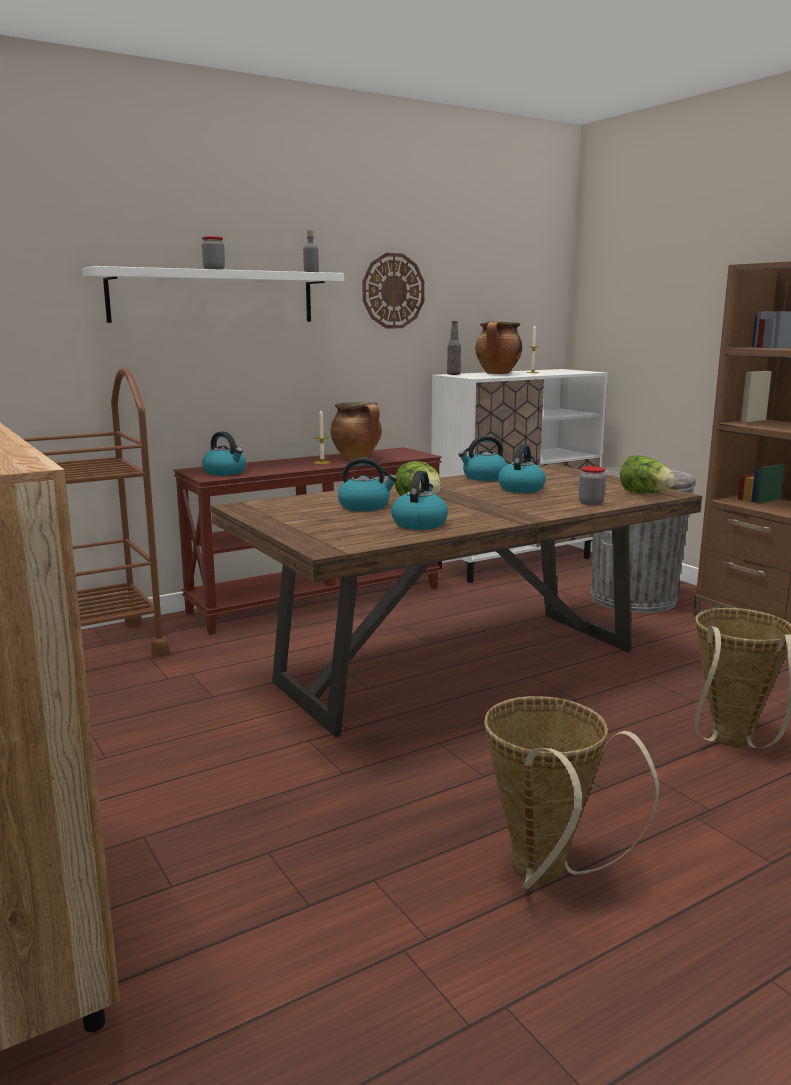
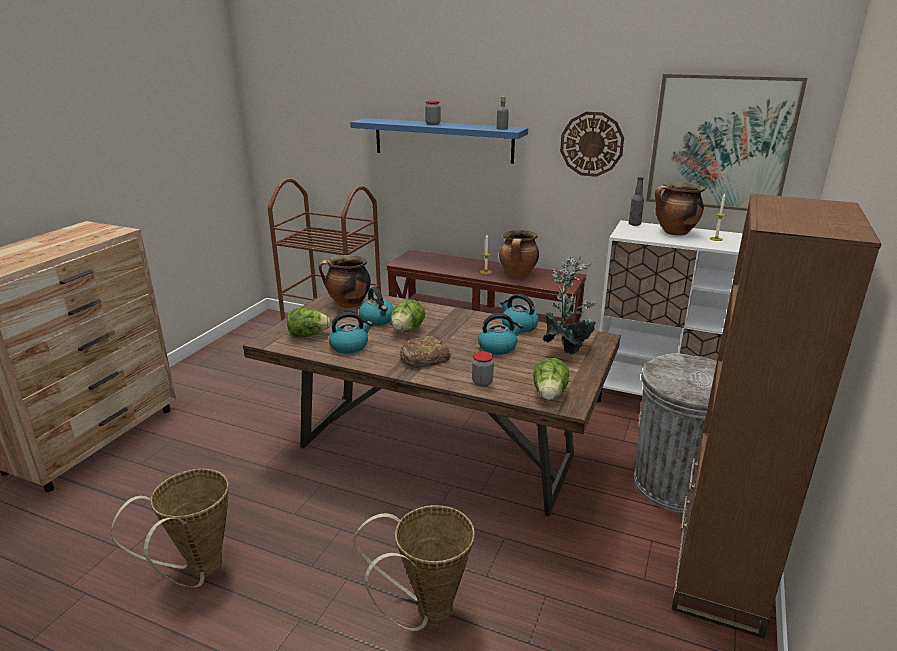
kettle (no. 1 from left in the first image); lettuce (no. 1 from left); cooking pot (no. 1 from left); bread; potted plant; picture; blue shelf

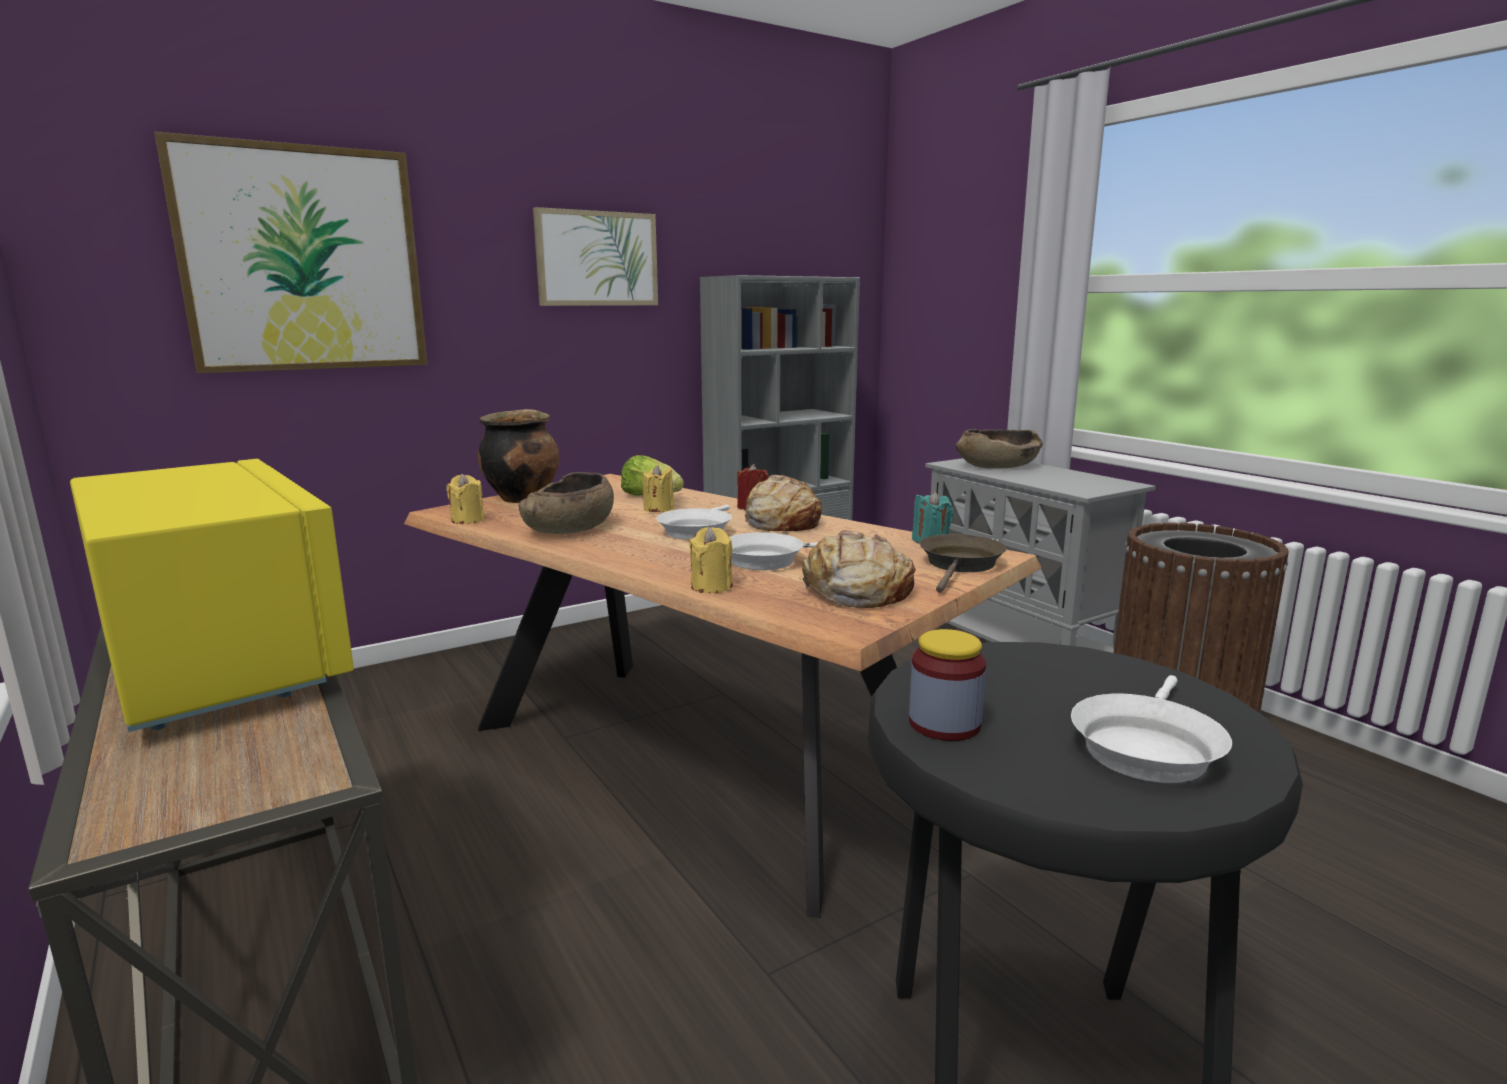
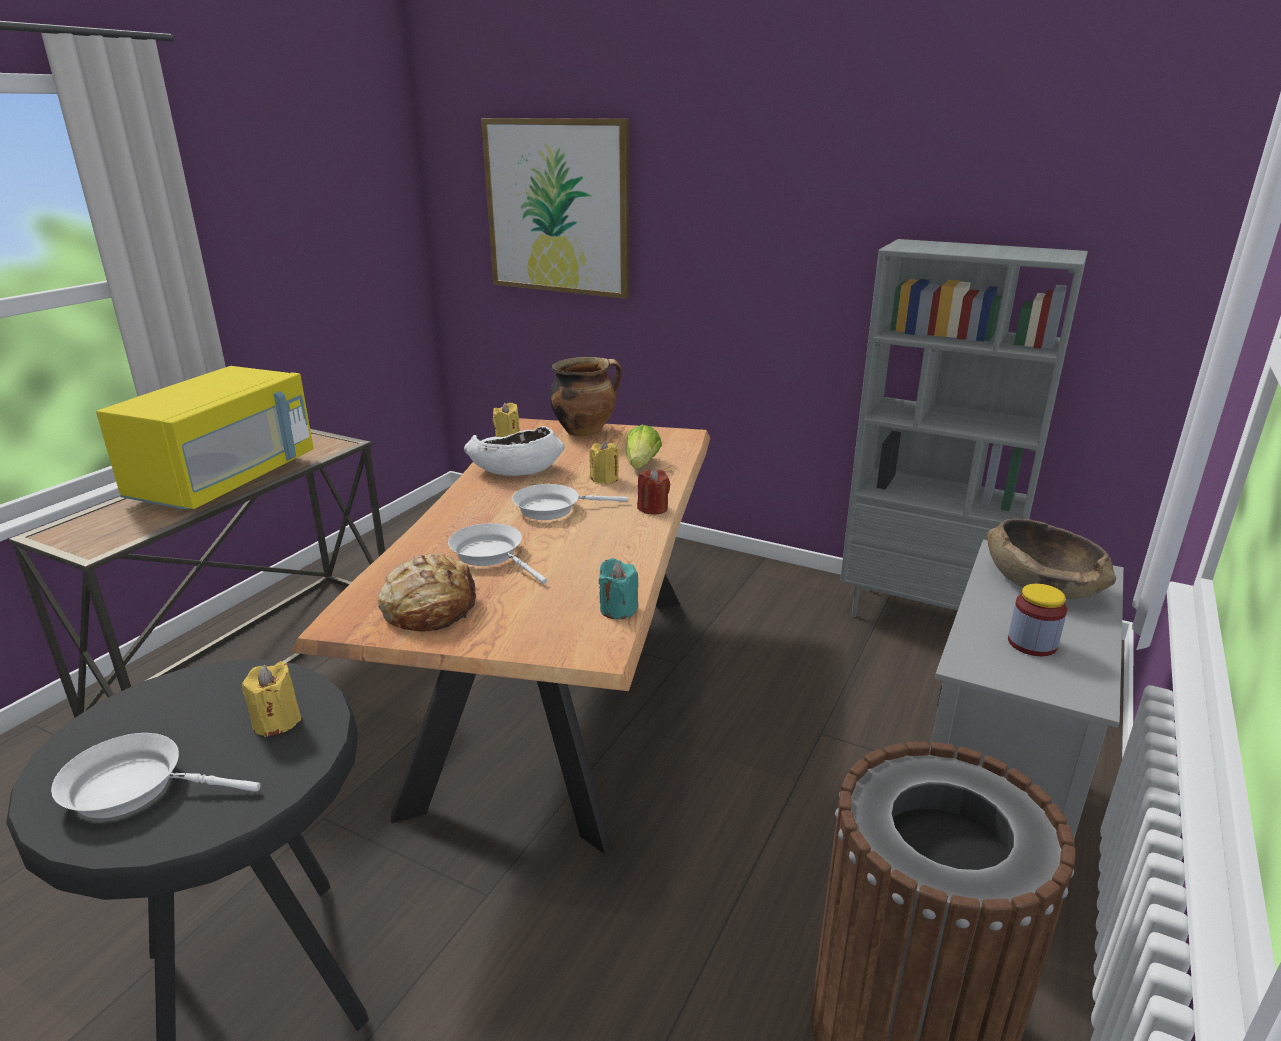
picture (no. 2 from left in the first image); bread (no. 1 from left in the first image); brown frying pan; yellow candle (no. 1 from left); jar; white bowl

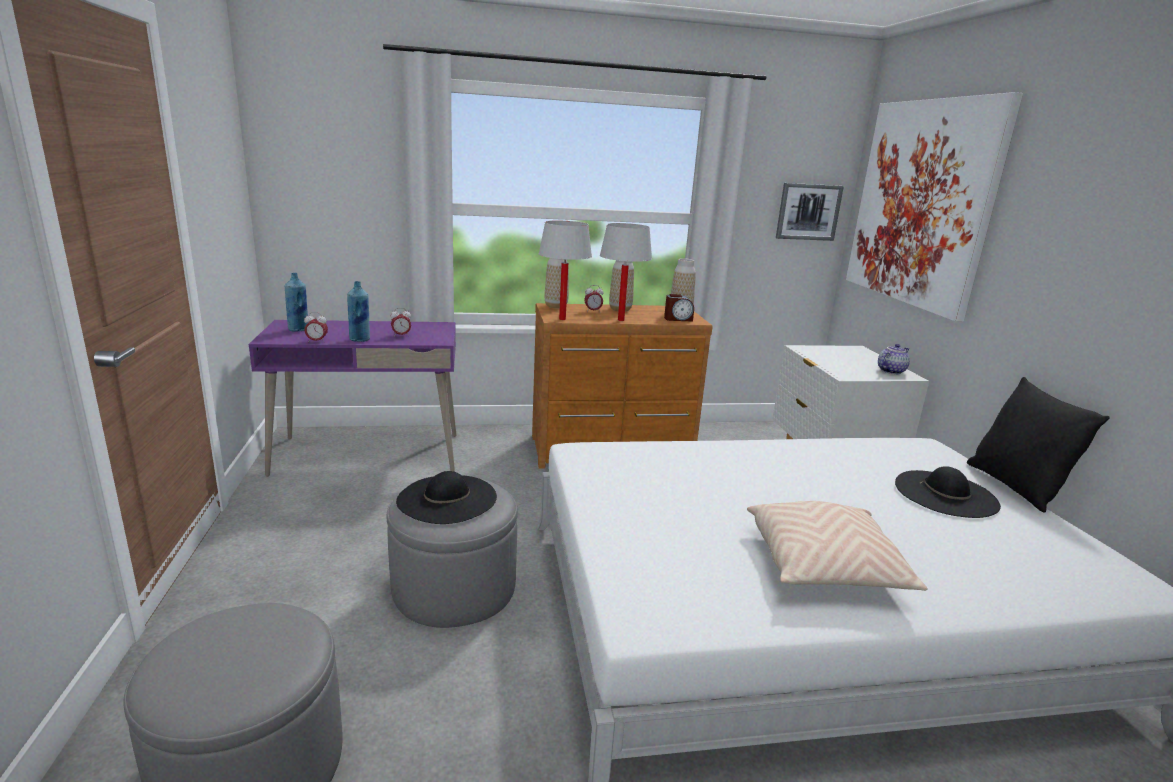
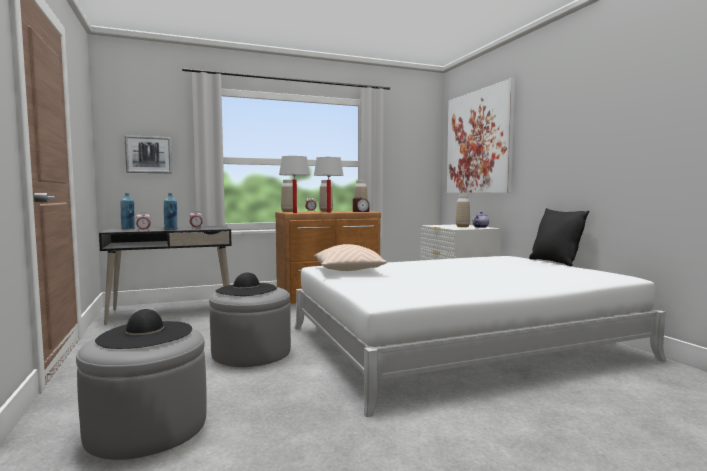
vase (no. 4 from left); beige pillow; picture (no. 1 from left); black hat (no. 1 from left); black desk

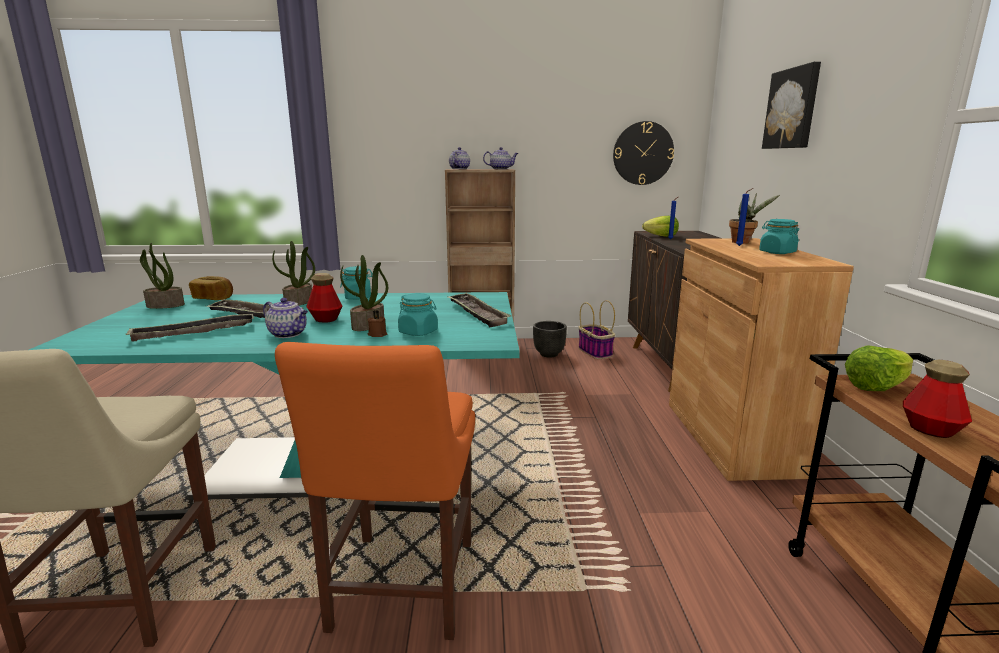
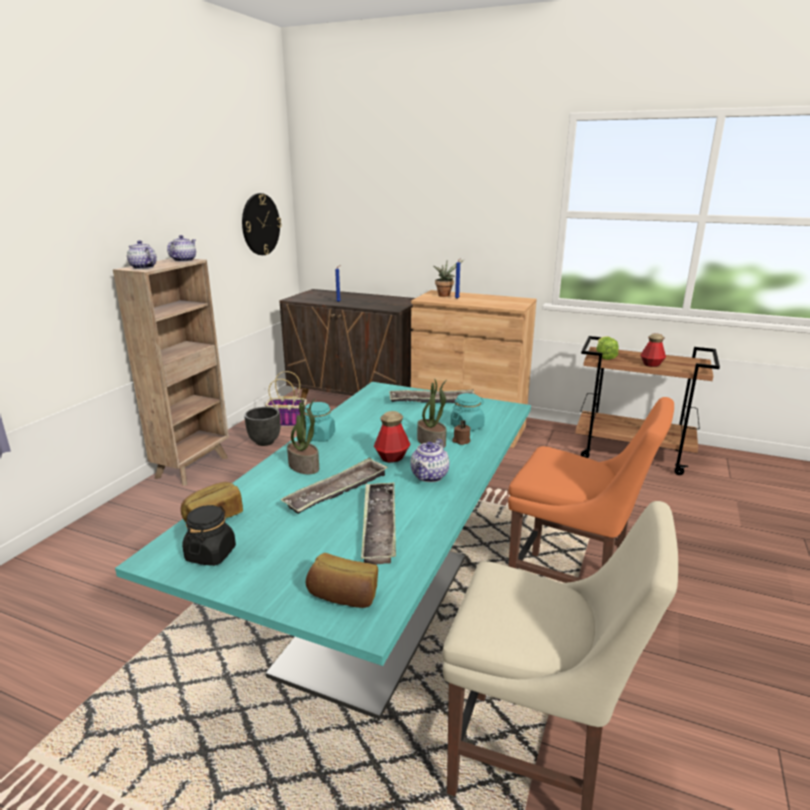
lettuce (no. 1 from left in the first image); turquoise jar (no. 3 from left in the first image); picture; bread (no. 2 from left); black jar; teapot (no. 3 from left)

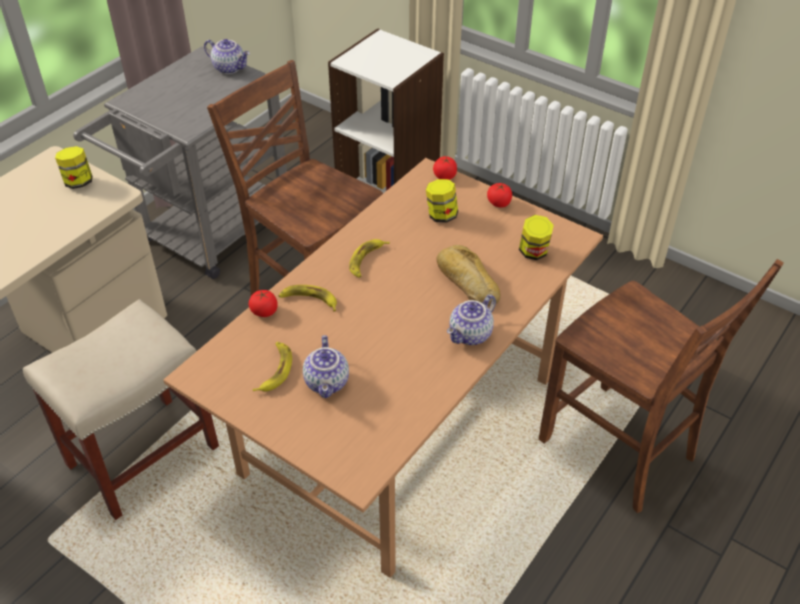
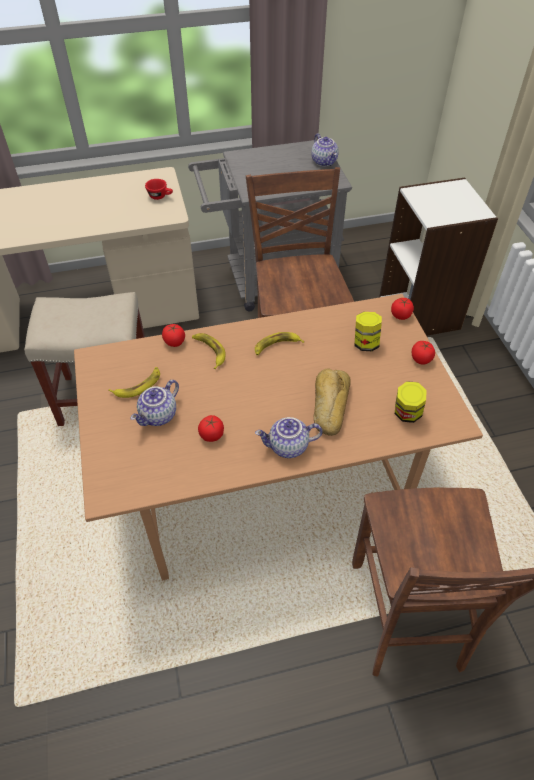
tomato (no. 2 from left); red cup

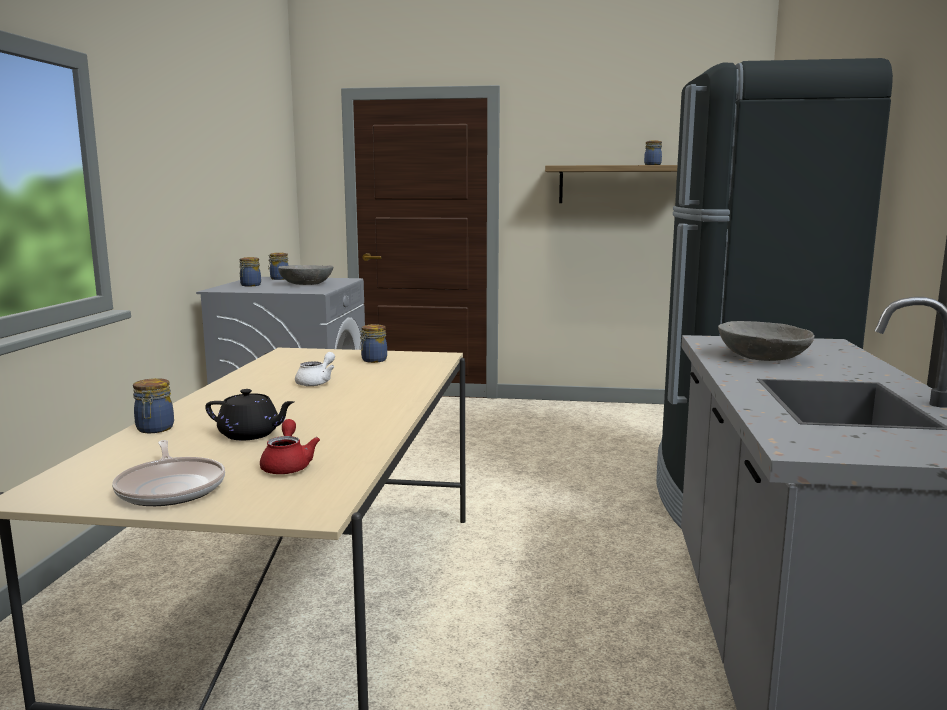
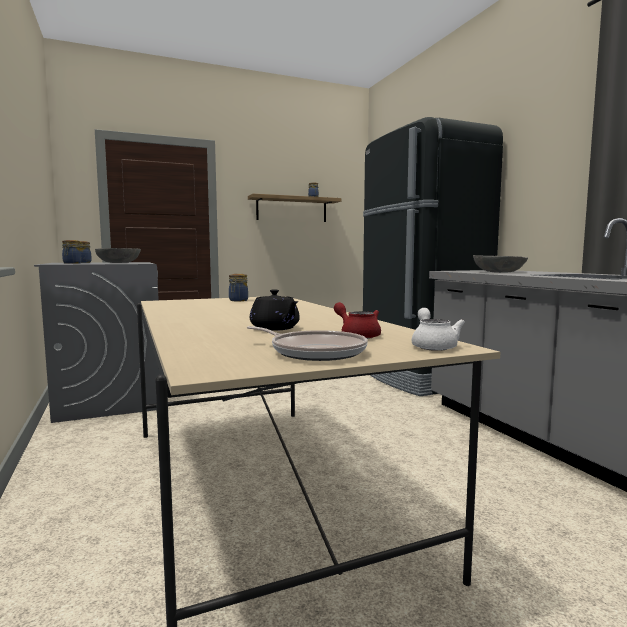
jar (no. 1 from left in the first image); white teapot; black teapot

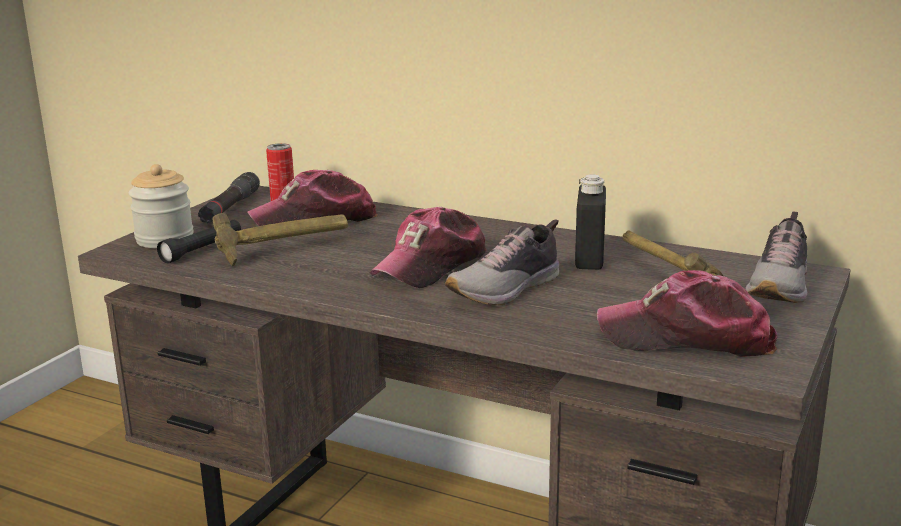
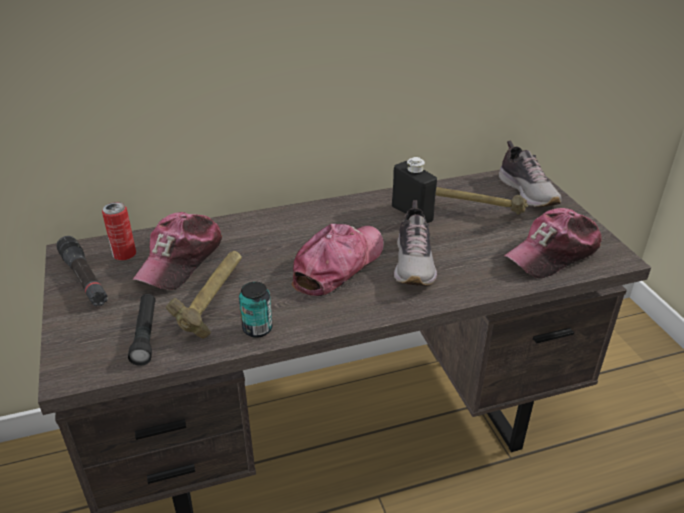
jar; can (no. 2 from left); cap (no. 2 from left)

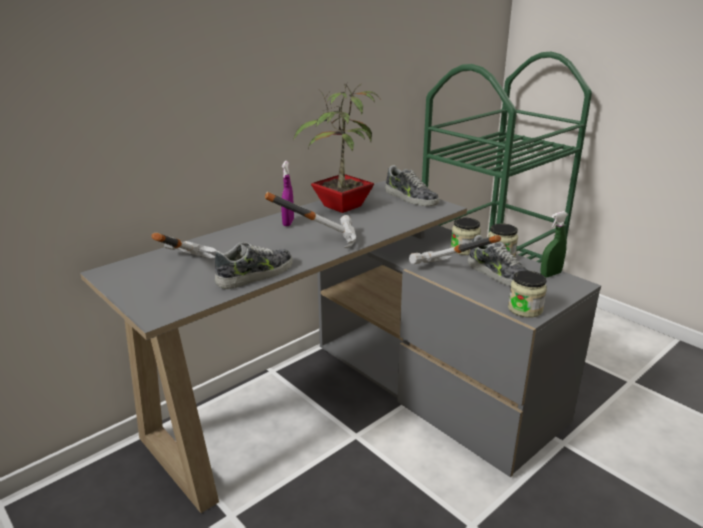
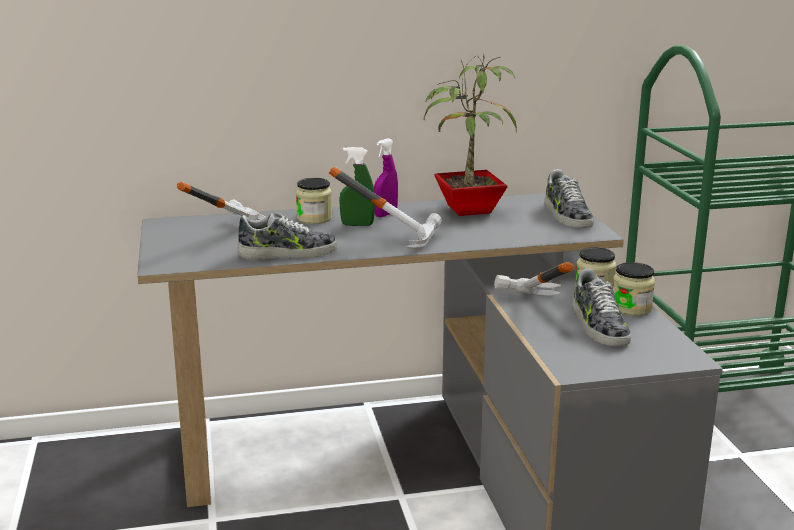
jar (no. 1 from left); green spray bottle

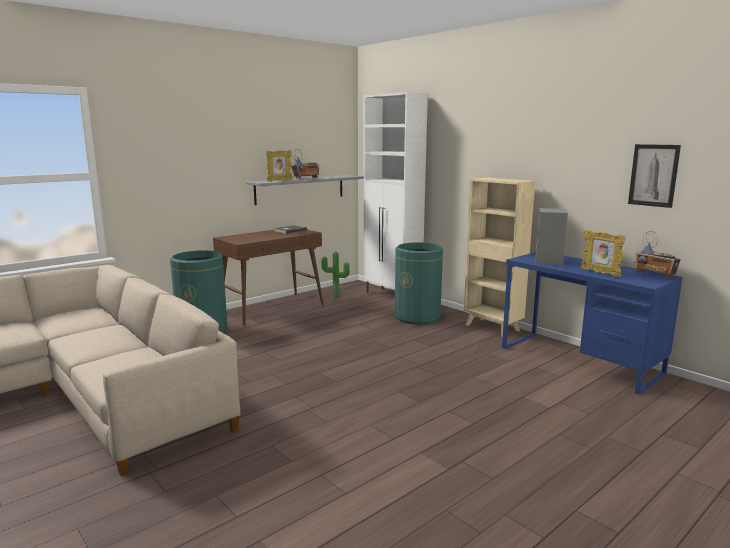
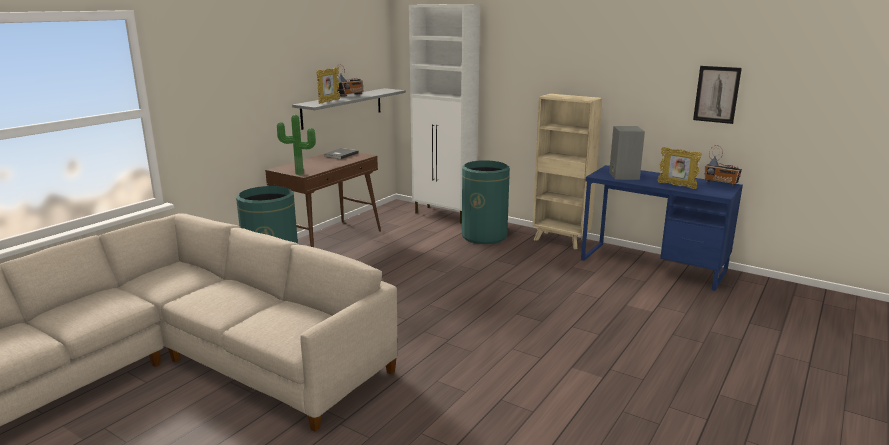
potted plant

